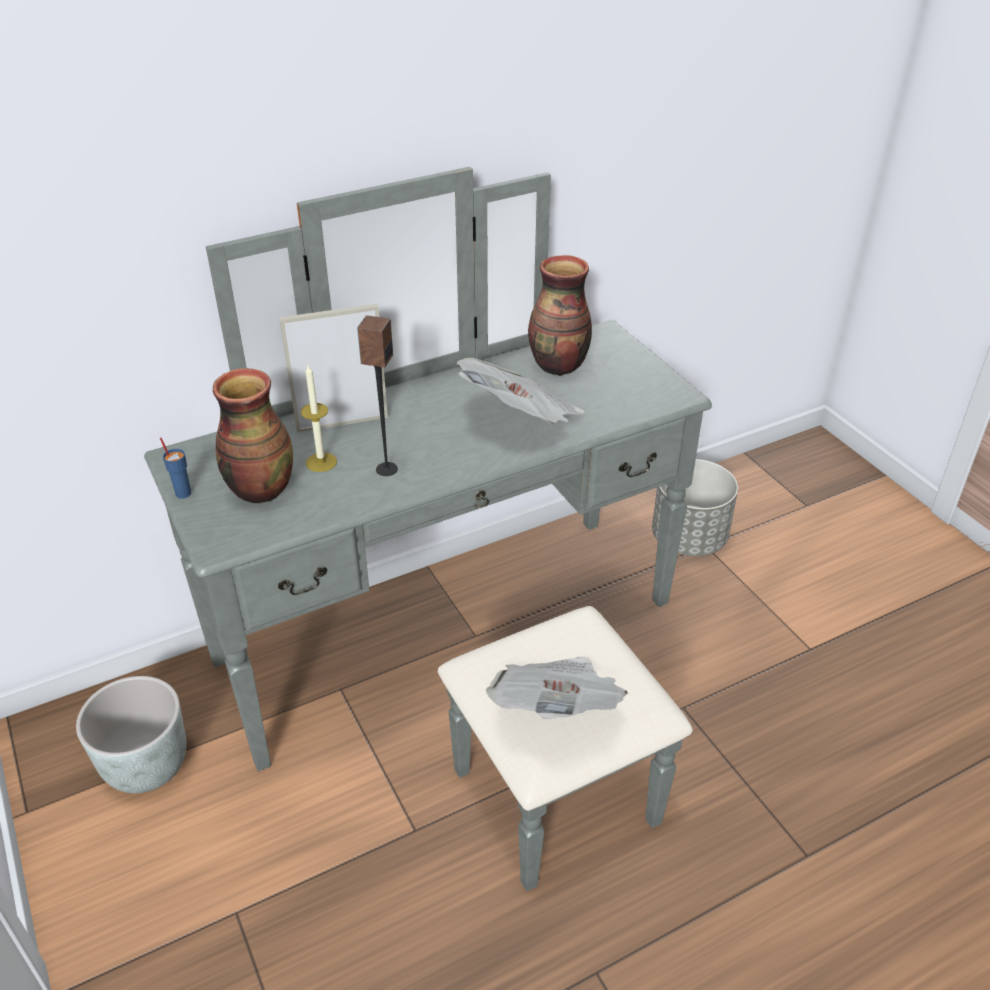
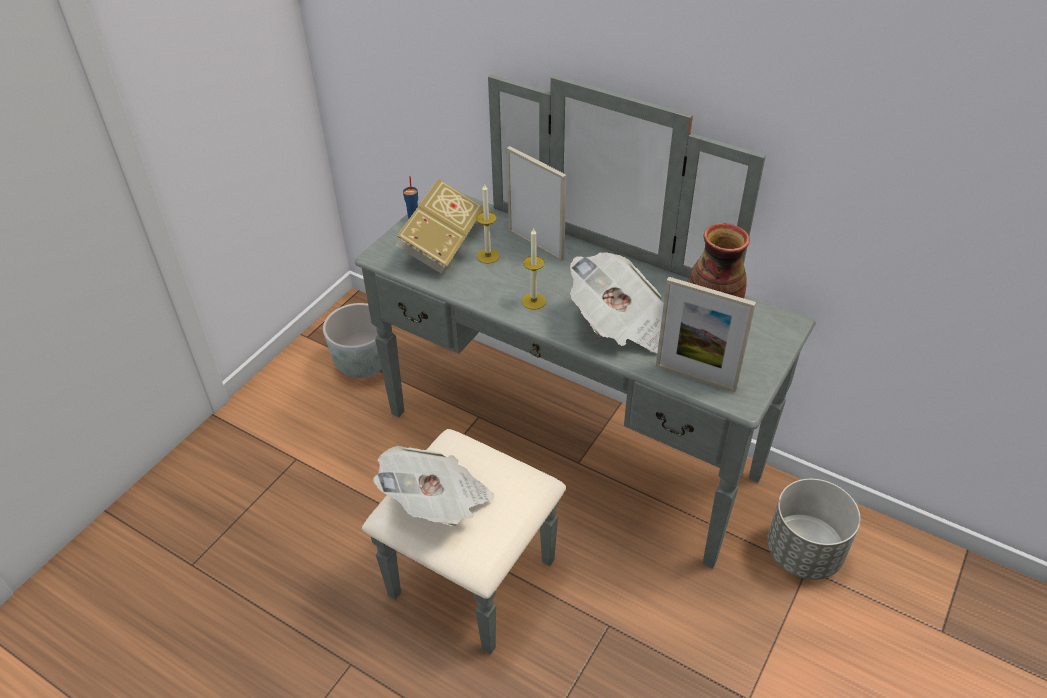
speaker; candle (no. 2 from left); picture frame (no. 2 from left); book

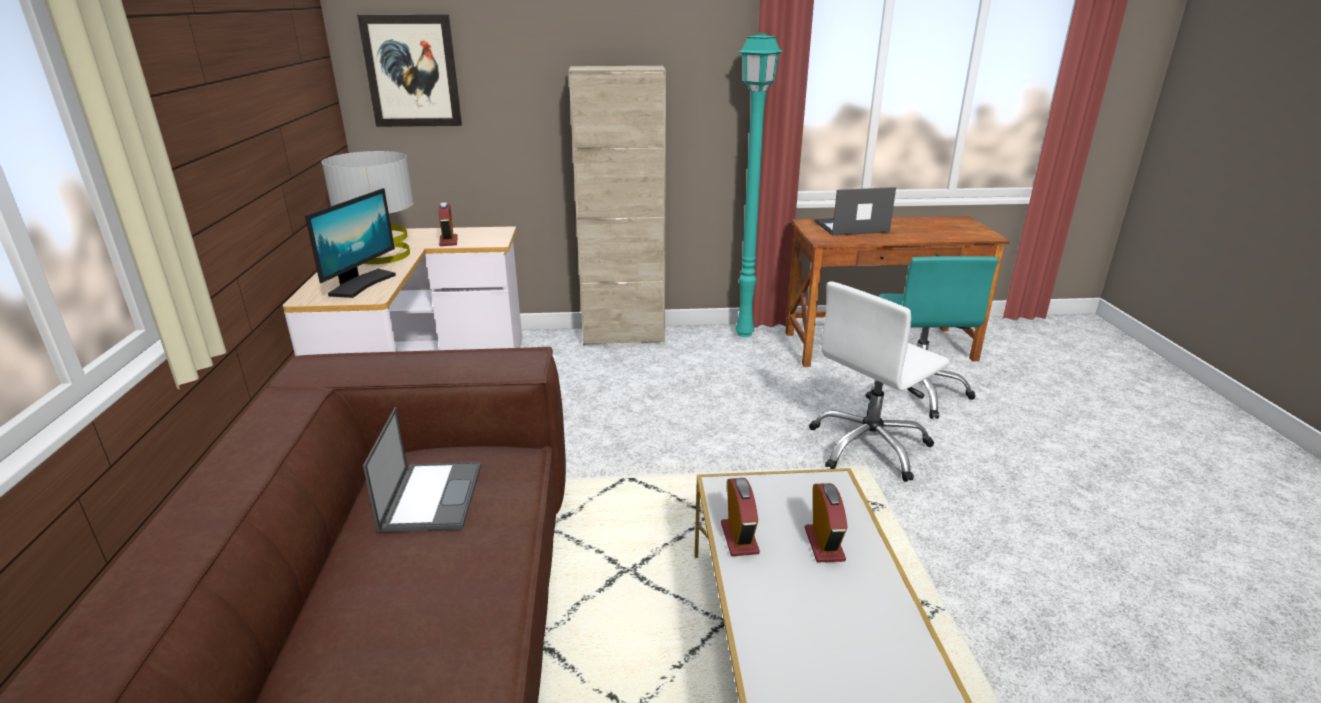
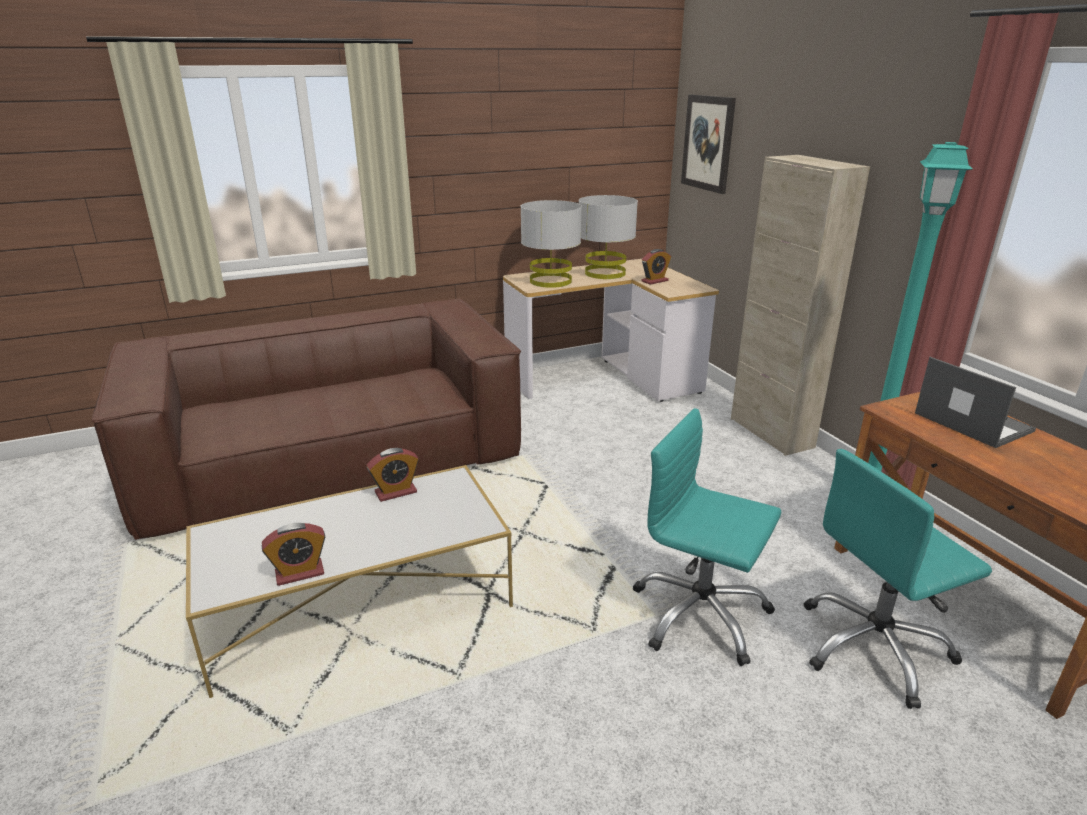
laptop (no. 1 from left in the first image); alarm clock (no. 1 from left); grey table lamp (no. 1 from left); turquoise office chair (no. 1 from left)

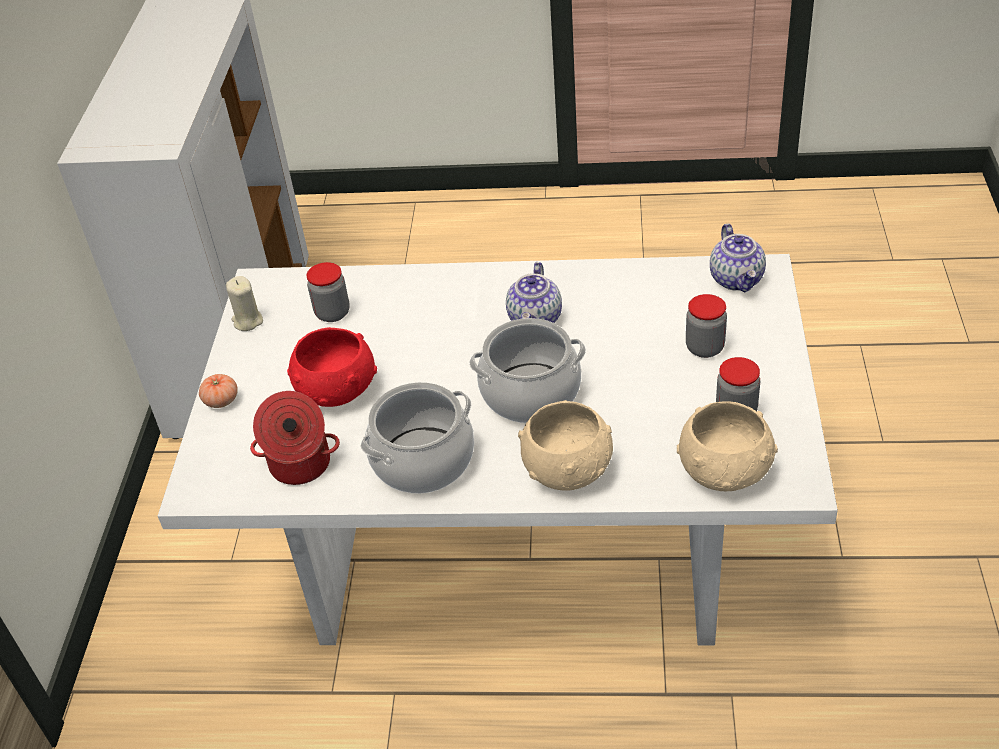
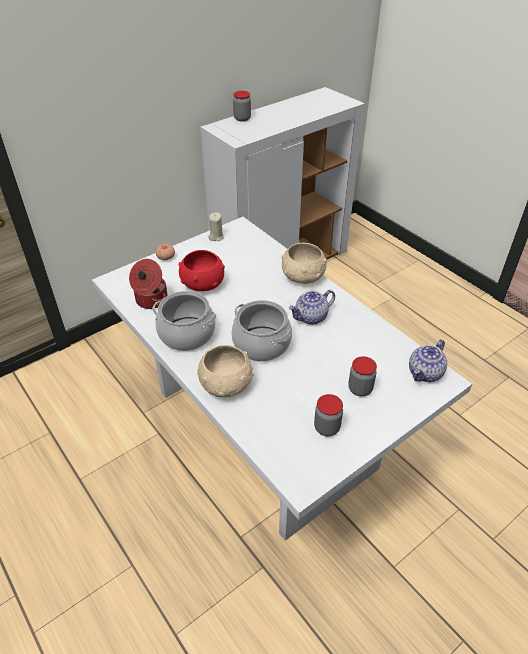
jar (no. 1 from left); beige bowl (no. 2 from left)

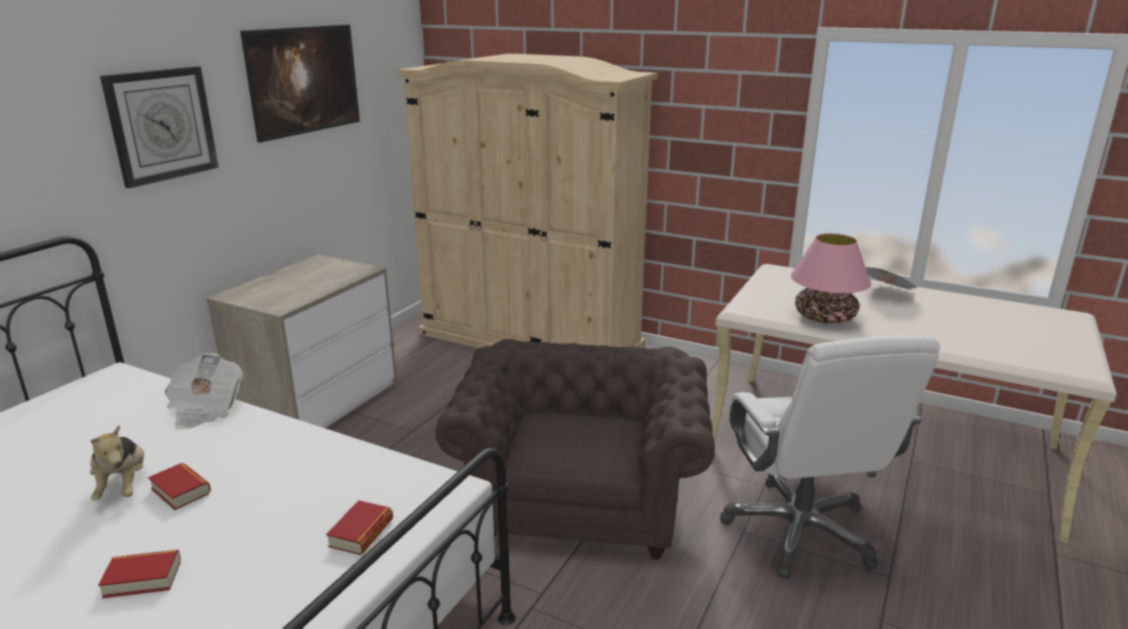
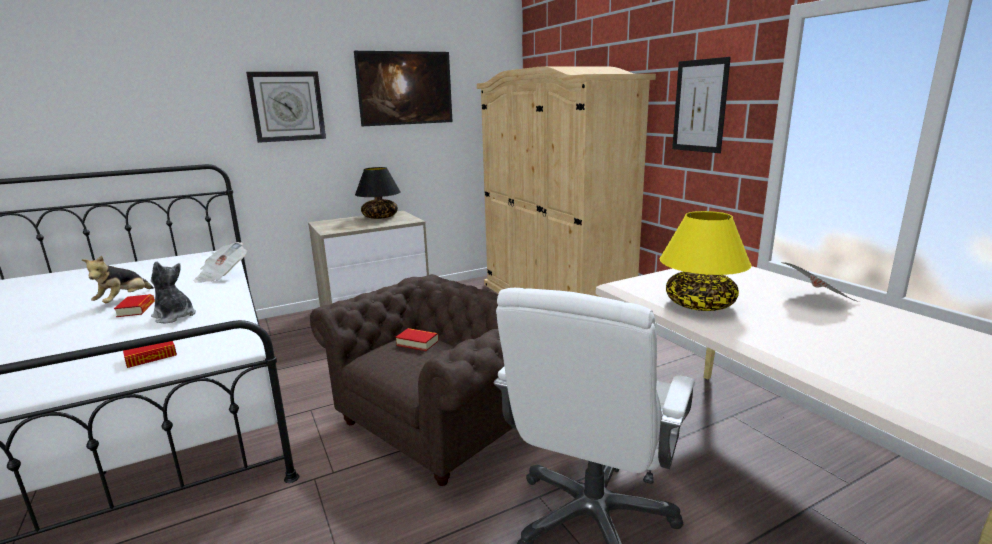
plush toy (no. 2 from left); black table lamp; picture (no. 2 from left); book (no. 3 from left); yellow table lamp

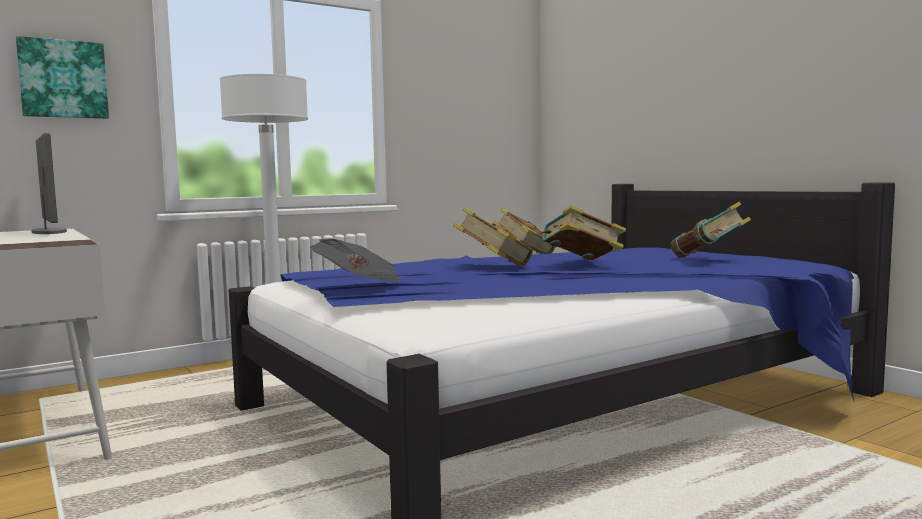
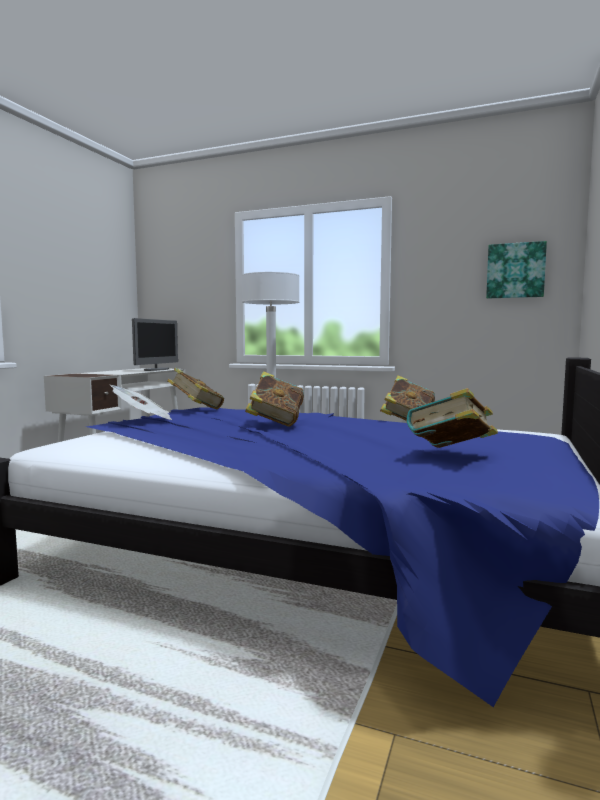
picture; book (no. 1 from left)

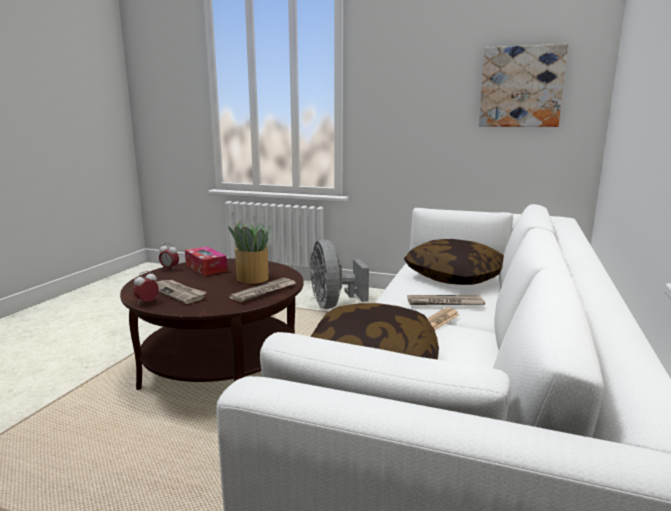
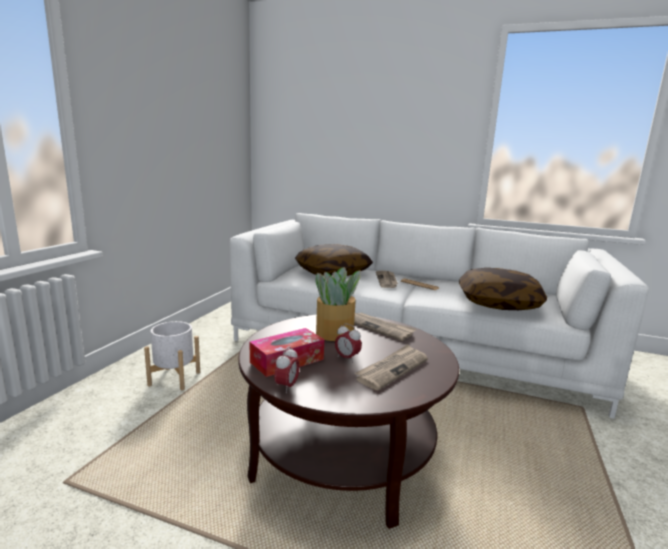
picture; alarm clock (no. 2 from left); white planter

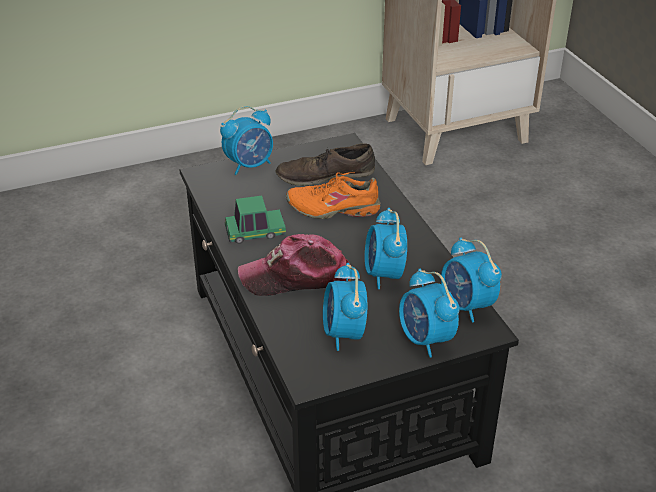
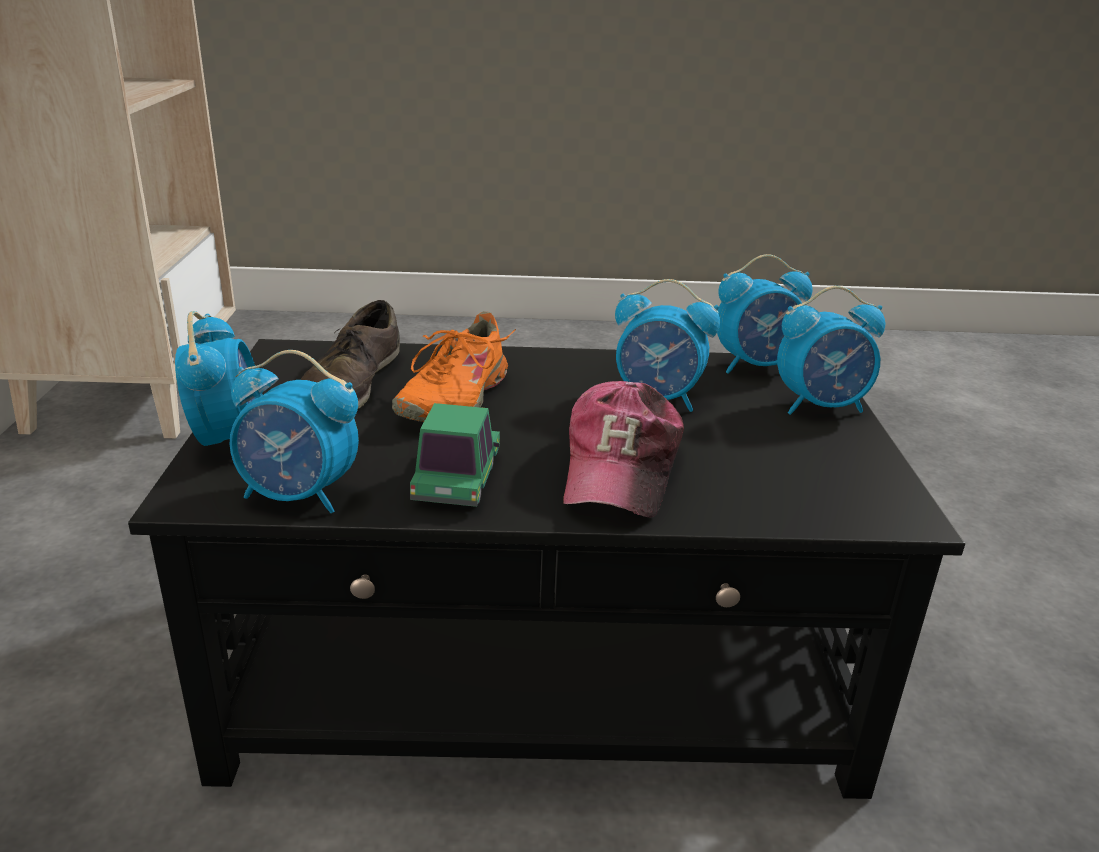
alarm clock (no. 2 from left)

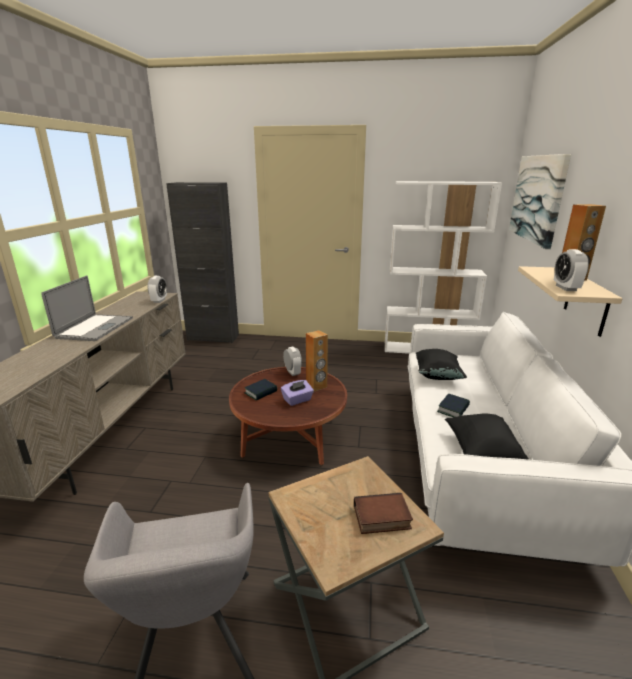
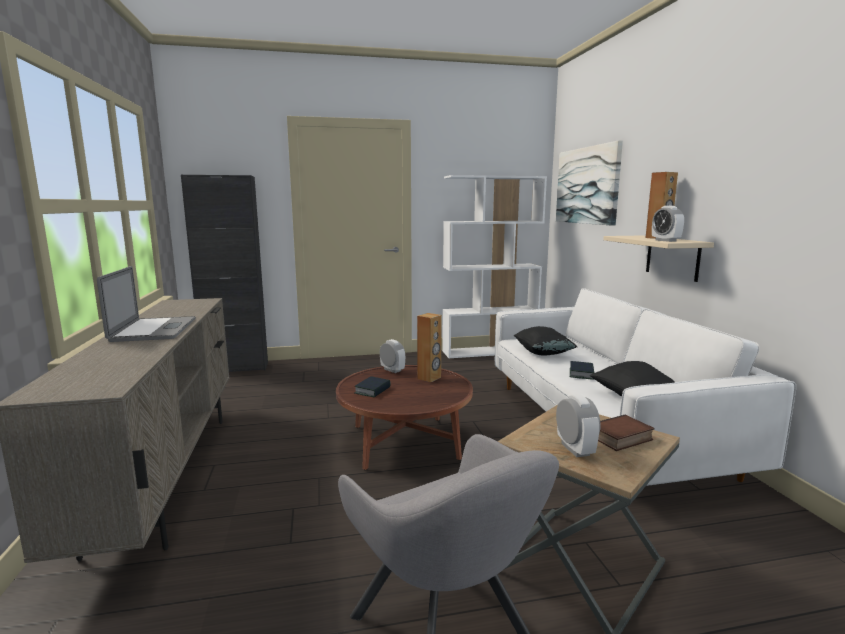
purple tissue box; alarm clock (no. 2 from left)

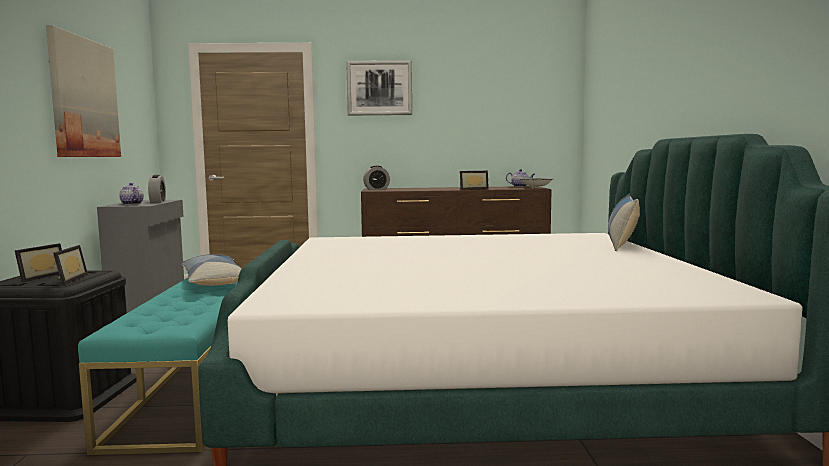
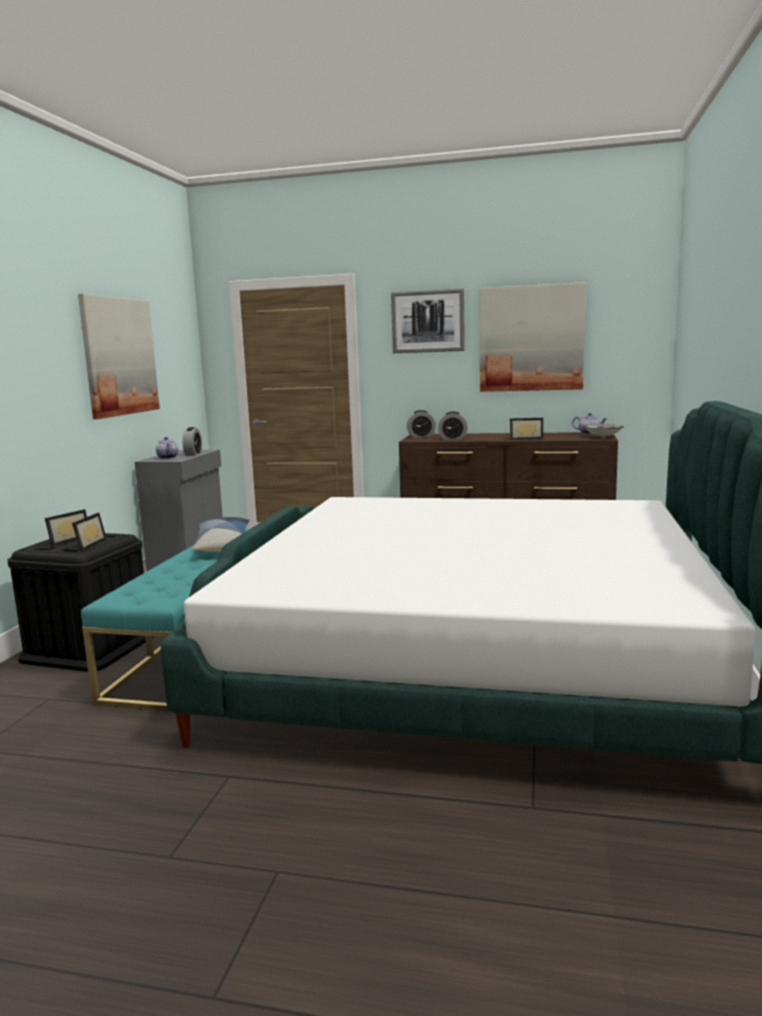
pillow (no. 2 from left in the first image); alarm clock (no. 3 from left); picture (no. 3 from left)

